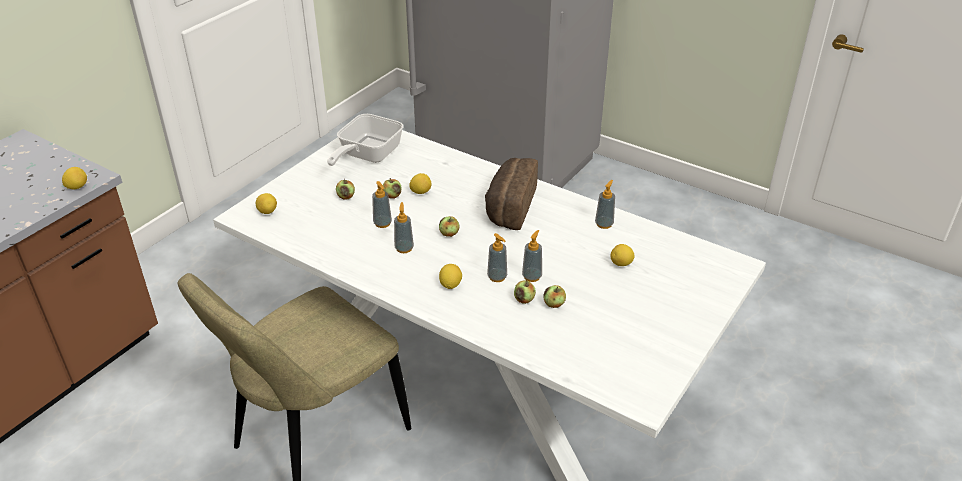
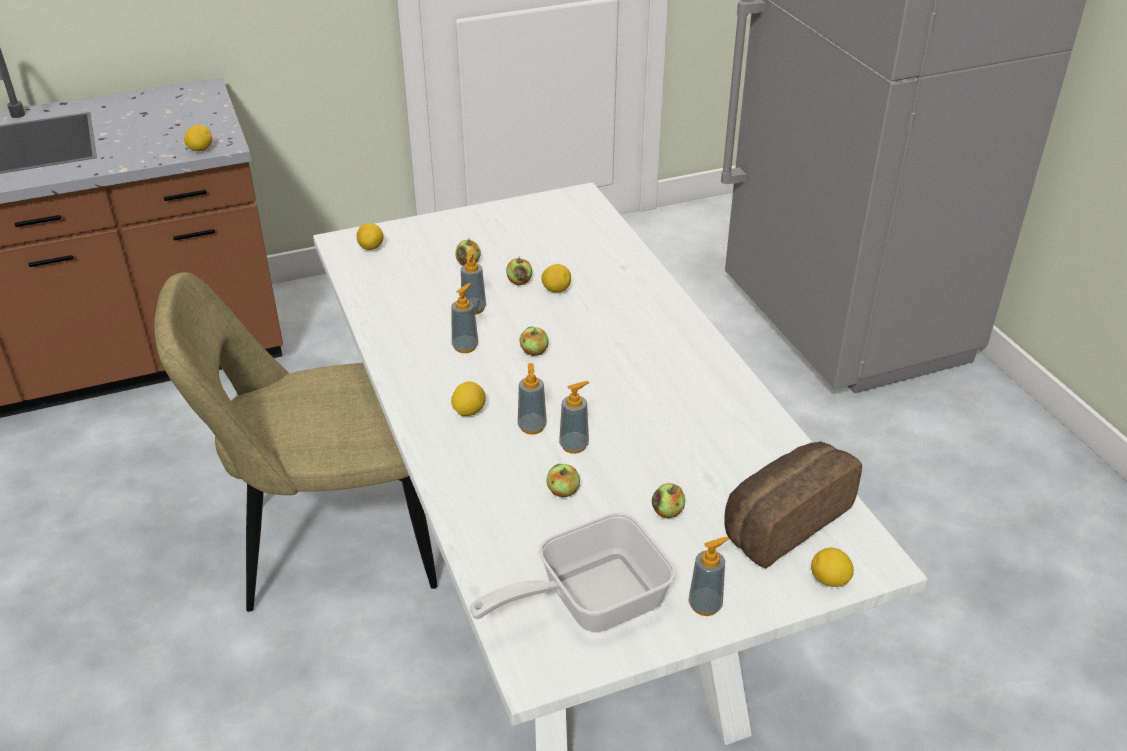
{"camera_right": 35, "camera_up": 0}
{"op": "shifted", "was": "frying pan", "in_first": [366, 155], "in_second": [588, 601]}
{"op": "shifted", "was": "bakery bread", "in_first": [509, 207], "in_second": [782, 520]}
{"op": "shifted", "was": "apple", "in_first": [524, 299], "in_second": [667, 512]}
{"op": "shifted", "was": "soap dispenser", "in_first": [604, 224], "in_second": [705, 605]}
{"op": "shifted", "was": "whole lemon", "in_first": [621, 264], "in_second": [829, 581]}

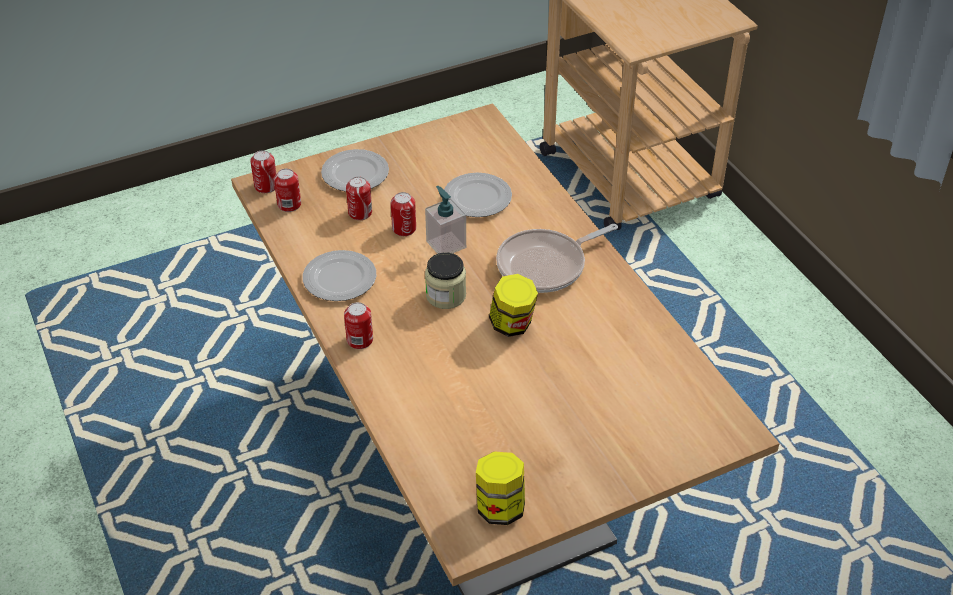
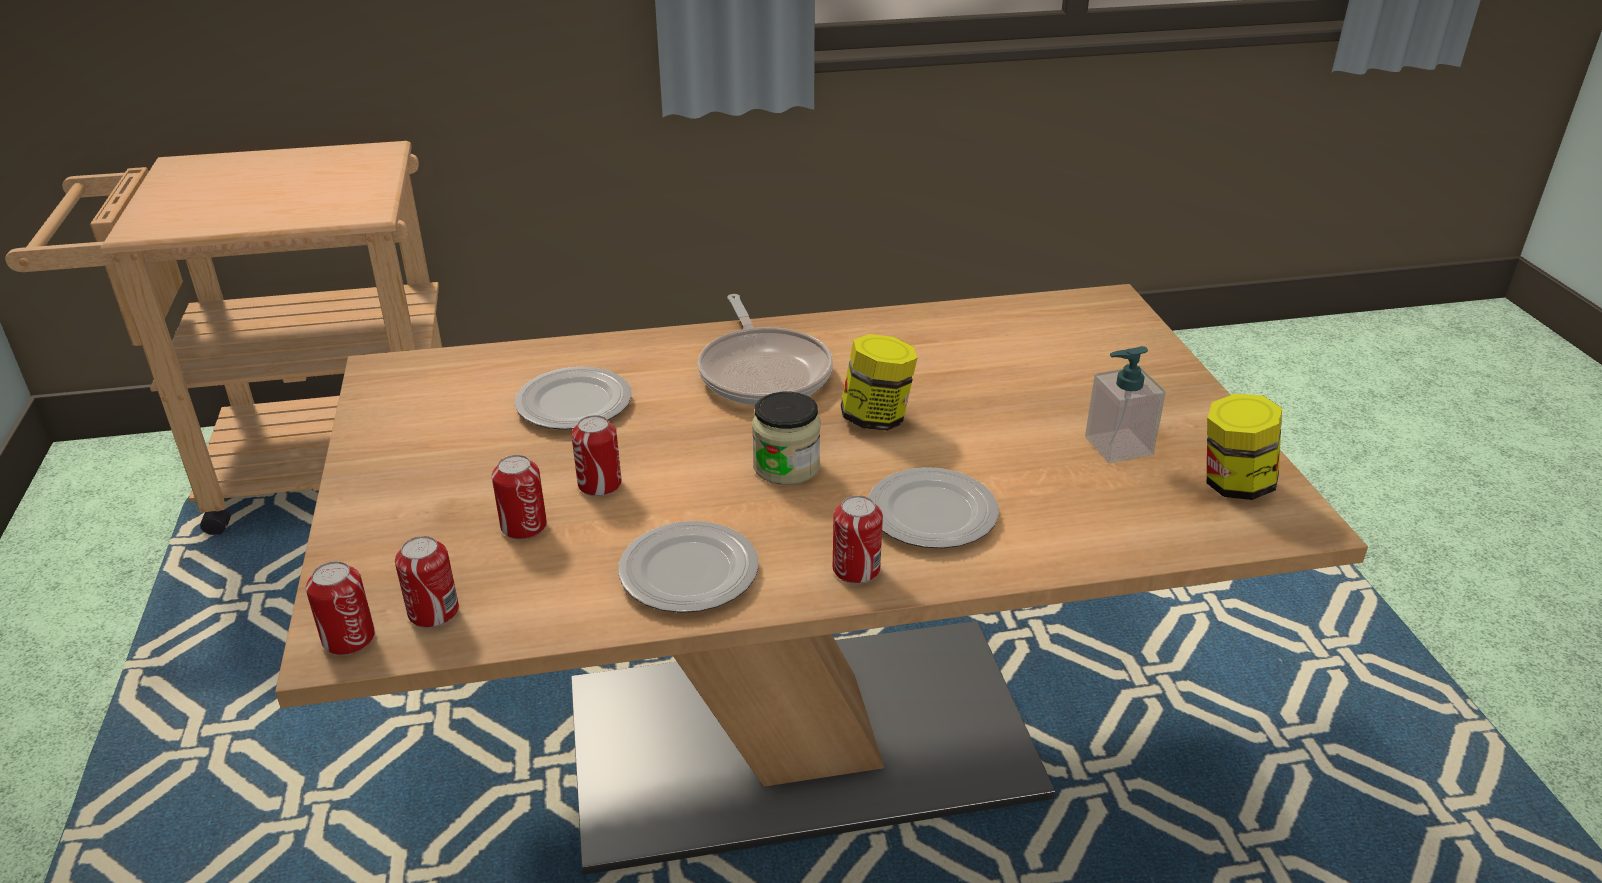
{"camera_right": -75, "camera_up": -10}
{"op": "shifted", "was": "dinner plate", "in_first": [354, 174], "in_second": [931, 515]}
{"op": "shifted", "was": "soap dispenser", "in_first": [446, 244], "in_second": [1118, 446]}

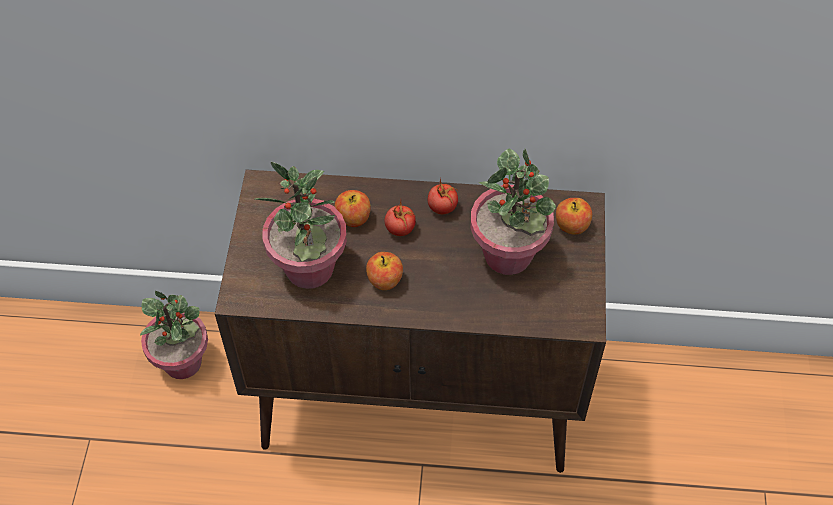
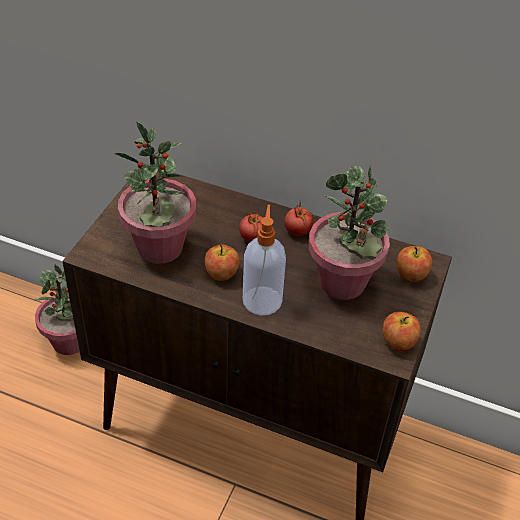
{"camera_right": 15, "camera_up": -10}
{"op": "new", "now": "soap dispenser", "in_second": [262, 299]}
{"op": "shifted", "was": "apple", "in_first": [353, 218], "in_second": [398, 342]}

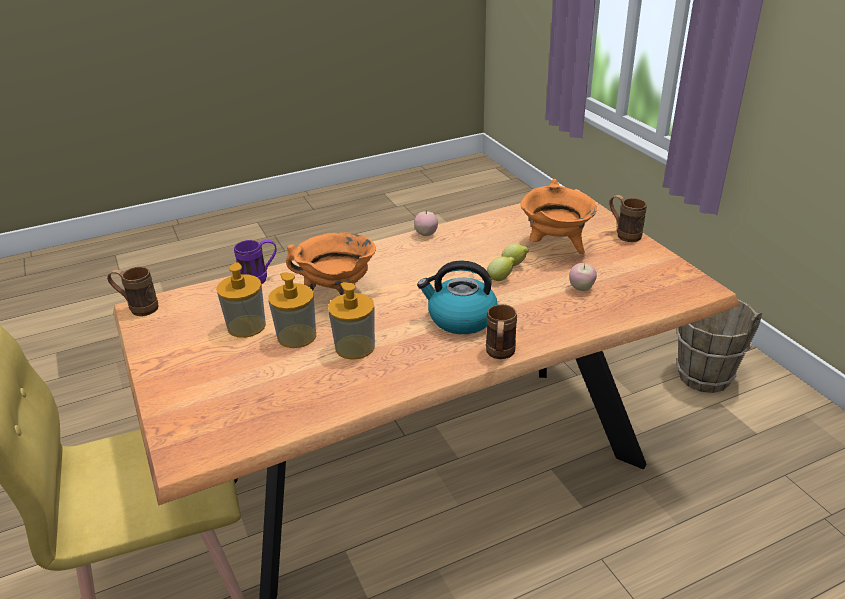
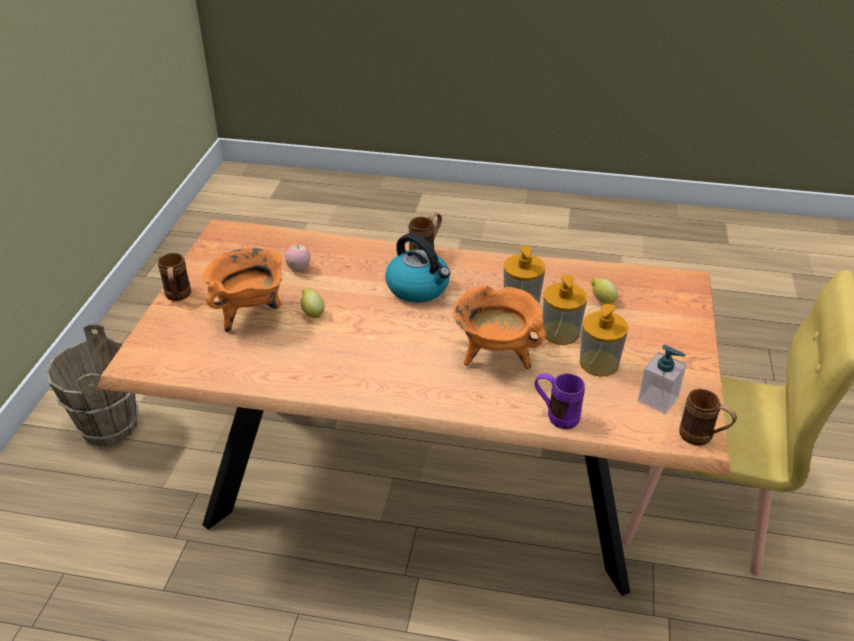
{"camera_right": -145, "camera_up": 5}
{"op": "gone", "was": "apple", "in_first": [426, 234]}
{"op": "new", "now": "soap dispenser", "in_second": [658, 399]}
{"op": "shifted", "was": "whole lemon", "in_first": [500, 278], "in_second": [602, 300]}

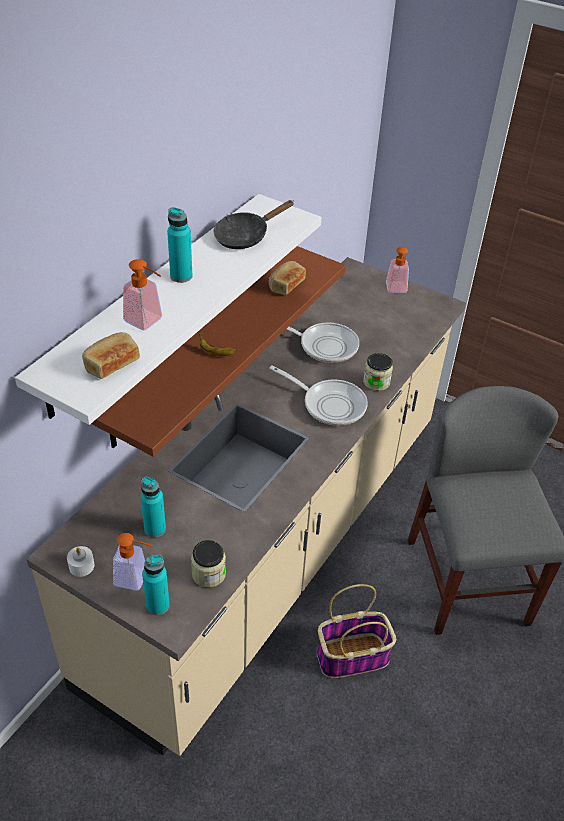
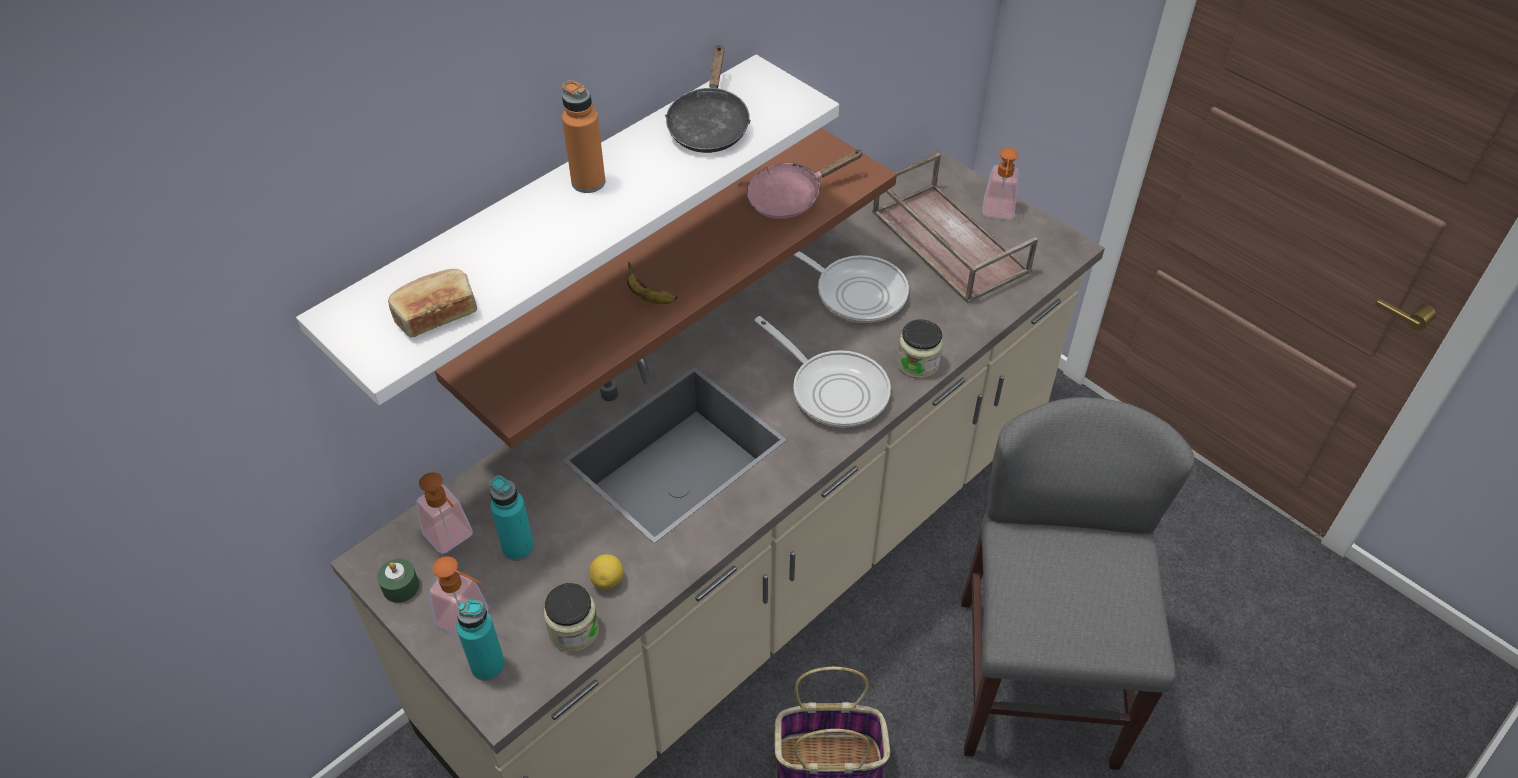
{"camera_right": 15, "camera_up": 5}
{"op": "new", "now": "whole lemon", "in_second": [608, 580]}
{"op": "new", "now": "brown-coloured tray", "in_second": [947, 241]}
{"op": "shifted", "was": "soap dispenser", "in_first": [148, 322], "in_second": [453, 539]}
{"op": "swapped", "was": "bakery bread", "now": "pink frying pan", "in_first": [285, 285], "in_second": [791, 197]}
{"op": "repainted", "was": "whitish candle", "now": "green candle", "in_first": [81, 566], "in_second": [400, 587]}
{"op": "repainted", "was": "turquoise bottle", "now": "orangey bottle", "in_first": [181, 276], "in_second": [588, 182]}
{"op": "rotated", "was": "blackish frying pan", "in_first": [245, 236], "in_second": [709, 125], "clockwise": -60}

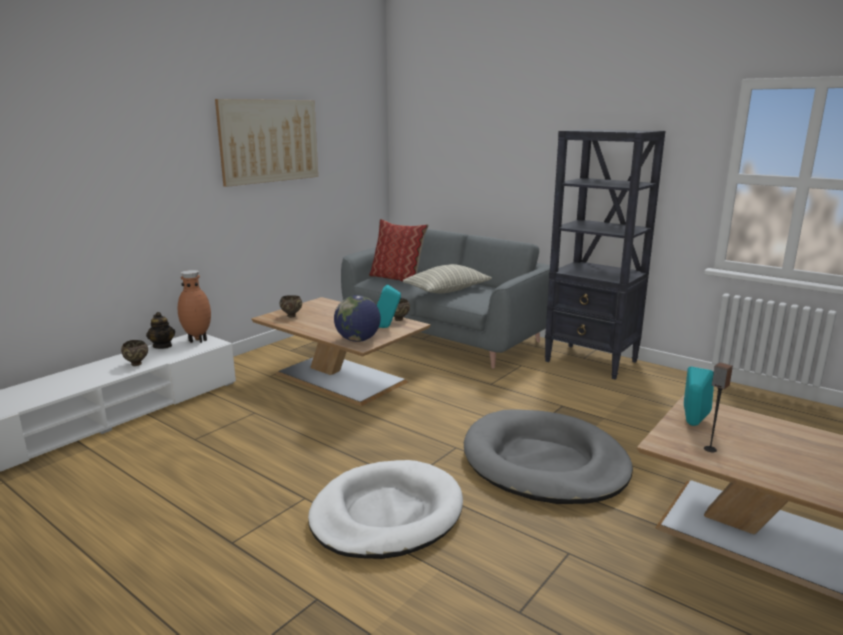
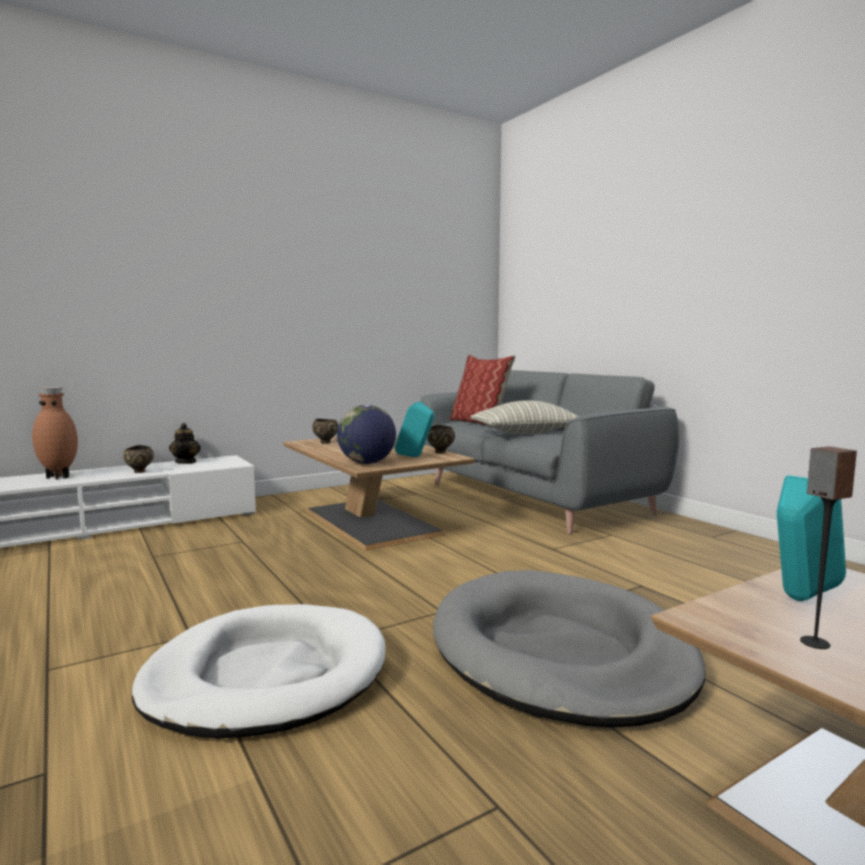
{"camera_right": 20, "camera_up": -10}
{"op": "gone", "was": "picture", "in_first": [269, 141]}
{"op": "gone", "was": "blackish bookshelf", "in_first": [591, 361]}
{"op": "shifted", "was": "brown-coloured vase", "in_first": [198, 340], "in_second": [59, 477]}

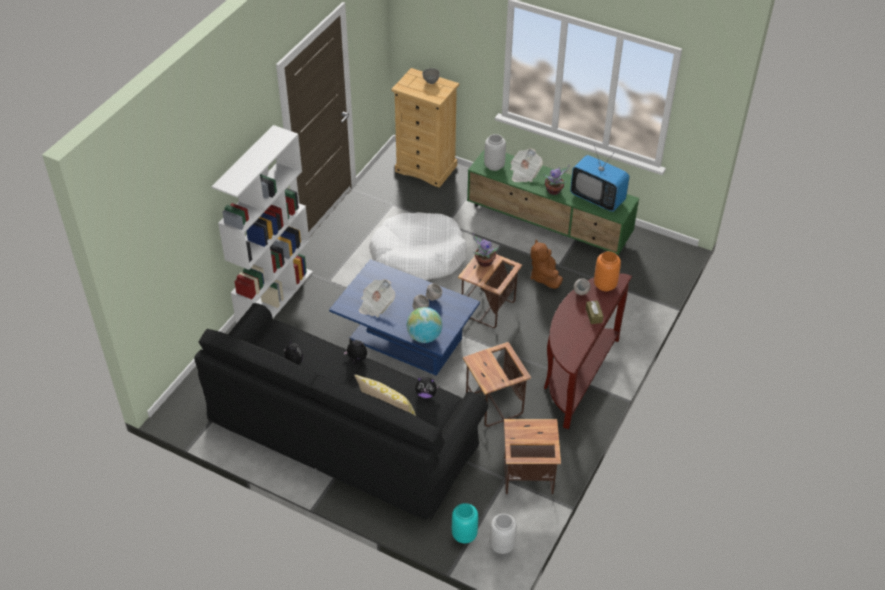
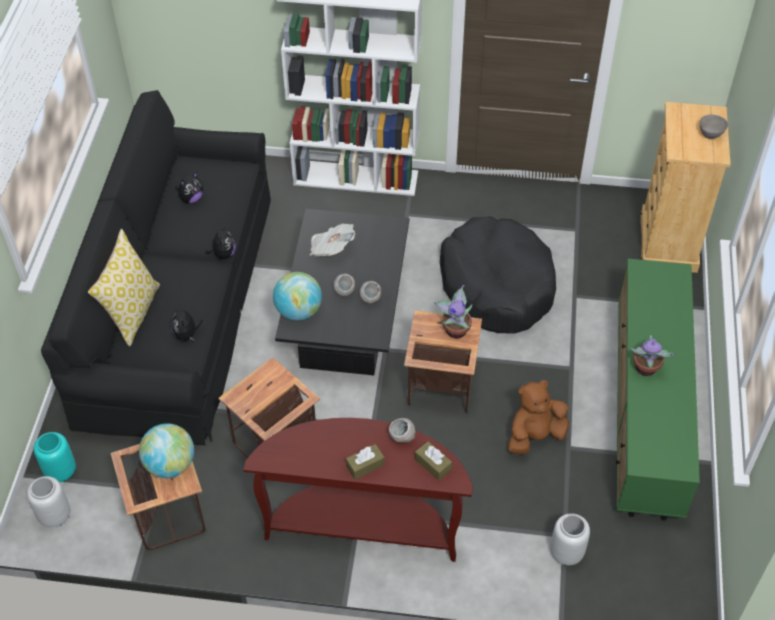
{"camera_right": 70, "camera_up": 5}
{"op": "gone", "was": "daily paper", "in_first": [524, 173]}
{"op": "gone", "was": "TV set", "in_first": [597, 198]}
{"op": "new", "now": "world globe", "in_second": [170, 465]}
{"op": "shifted", "was": "greyish vase", "in_first": [494, 166], "in_second": [566, 553]}
{"op": "swapped", "was": "orangey vase", "now": "brown-coloured tissue box", "in_first": [605, 285], "in_second": [433, 464]}
{"op": "repainted", "was": "blue coffee table", "now": "blackish coffee table", "in_first": [405, 339], "in_second": [347, 318]}
{"op": "repainted", "was": "whitish pet bed", "now": "blackish pet bed", "in_first": [418, 256], "in_second": [497, 285]}

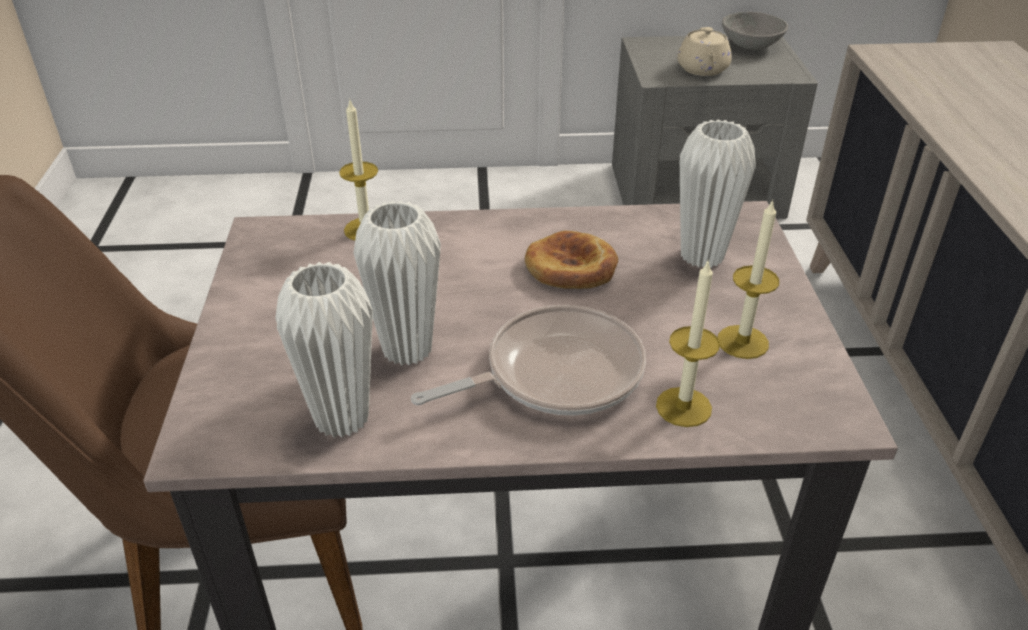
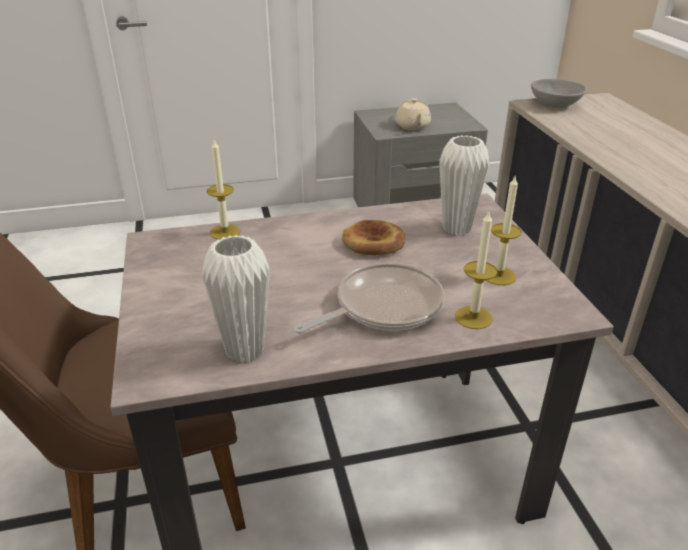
{"camera_right": -10, "camera_up": -5}
{"op": "gone", "was": "whitish vase", "in_first": [407, 349]}
{"op": "shifted", "was": "greyish bowl", "in_first": [751, 45], "in_second": [555, 104]}

